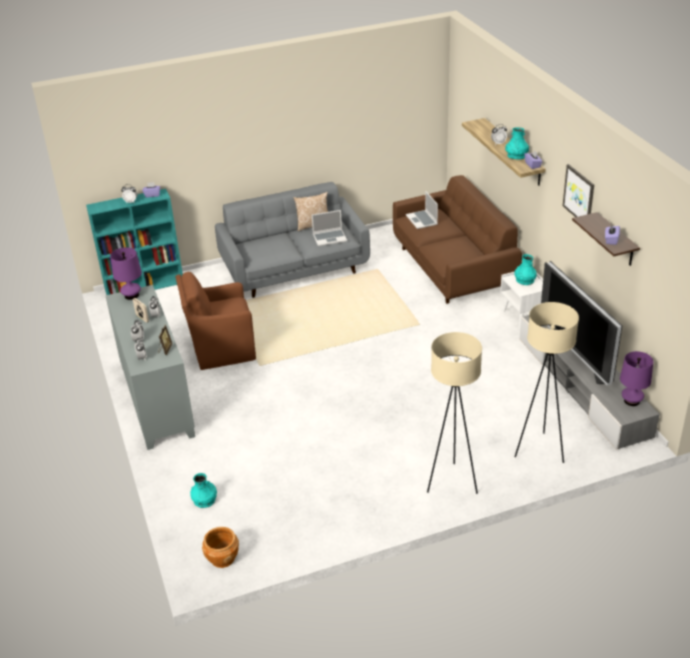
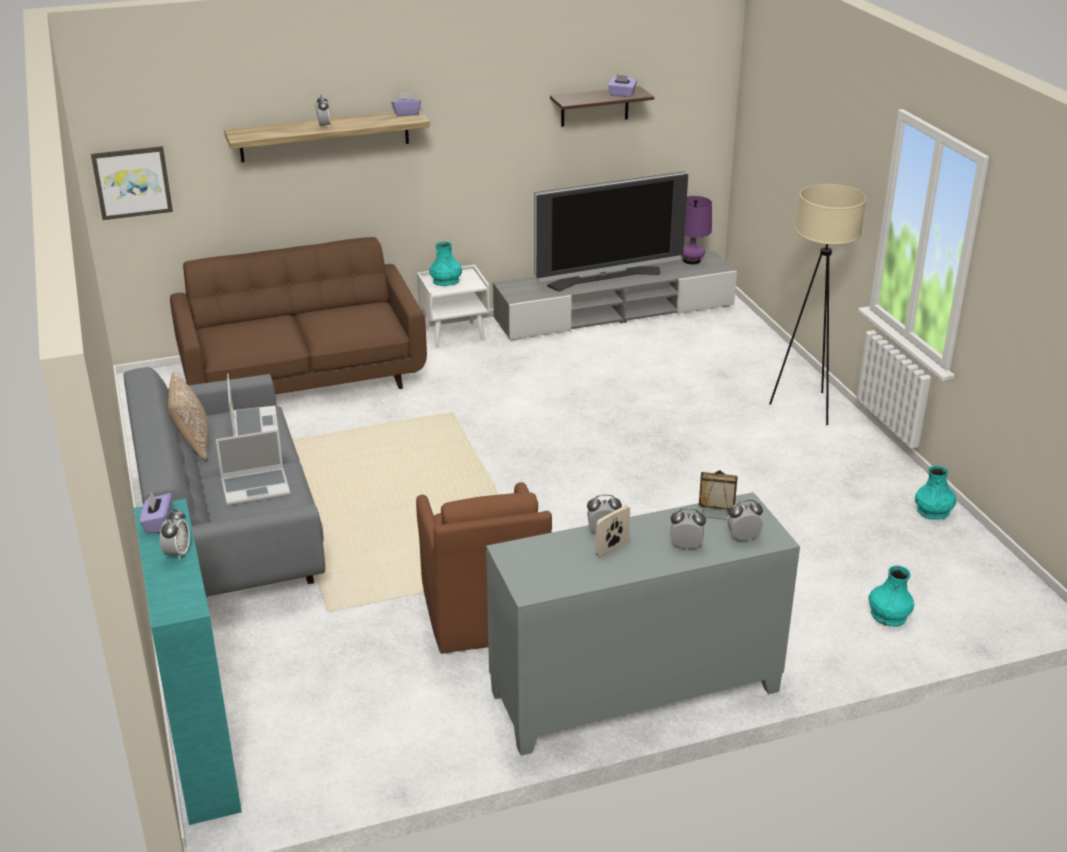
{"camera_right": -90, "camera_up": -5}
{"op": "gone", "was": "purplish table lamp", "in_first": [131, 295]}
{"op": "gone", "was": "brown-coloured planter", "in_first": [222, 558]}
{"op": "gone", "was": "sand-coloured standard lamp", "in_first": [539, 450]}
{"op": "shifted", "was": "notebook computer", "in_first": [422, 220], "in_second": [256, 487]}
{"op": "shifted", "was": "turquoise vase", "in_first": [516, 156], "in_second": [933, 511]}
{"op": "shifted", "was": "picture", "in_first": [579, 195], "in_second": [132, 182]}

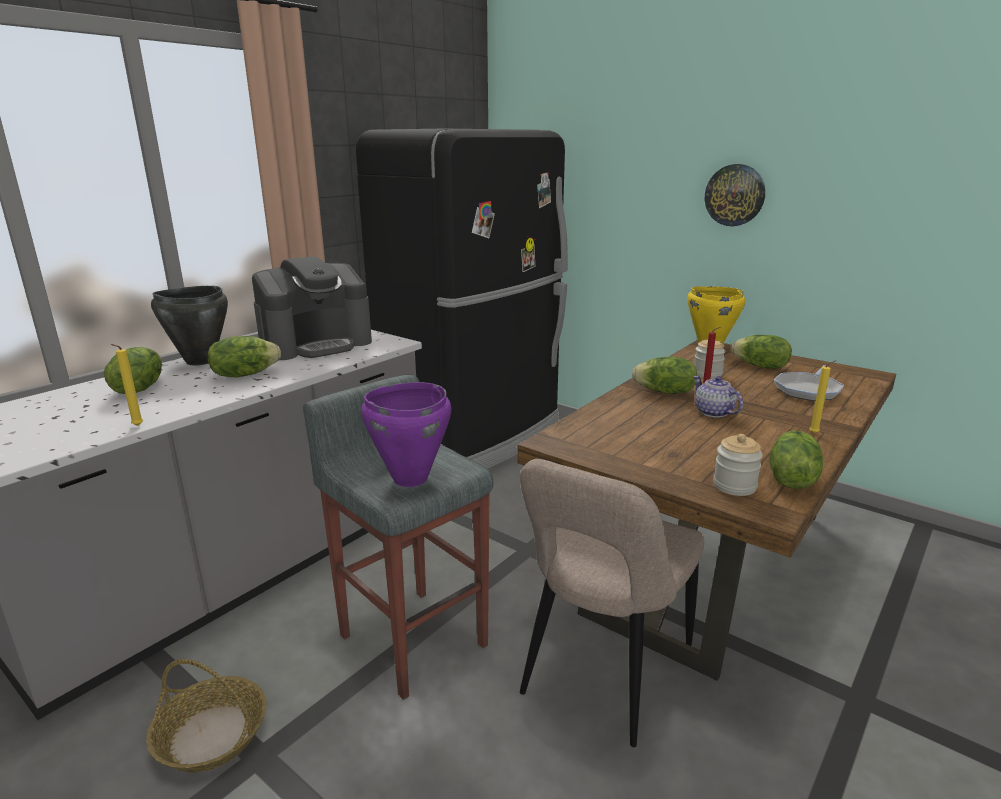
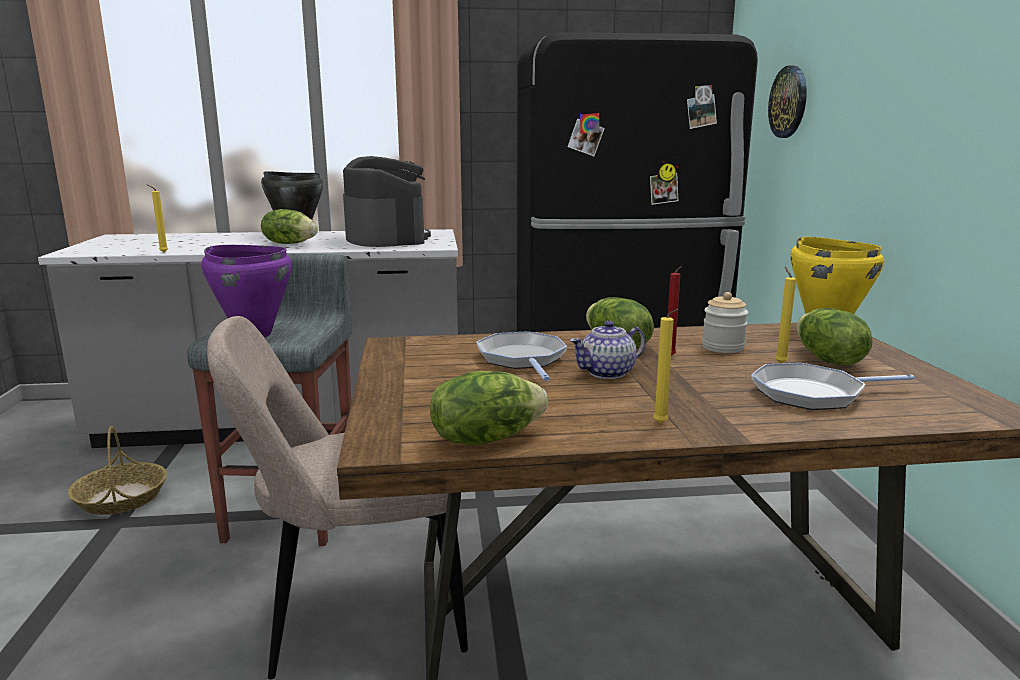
{"camera_right": 45, "camera_up": -5}
{"op": "gone", "was": "lettuce", "in_first": [139, 388]}
{"op": "gone", "was": "storage jar", "in_first": [734, 486]}
{"op": "new", "now": "frying pan", "in_second": [522, 359]}
{"op": "new", "now": "yellow candle", "in_second": [779, 363]}
{"op": "shifted", "was": "hanging clock", "in_first": [735, 195], "in_second": [789, 102]}
{"op": "rotated", "was": "coffee machine", "in_first": [316, 344], "in_second": [386, 238], "clockwise": -120}
{"op": "rotated", "was": "tea pot", "in_first": [713, 412], "in_second": [608, 373], "clockwise": -135}

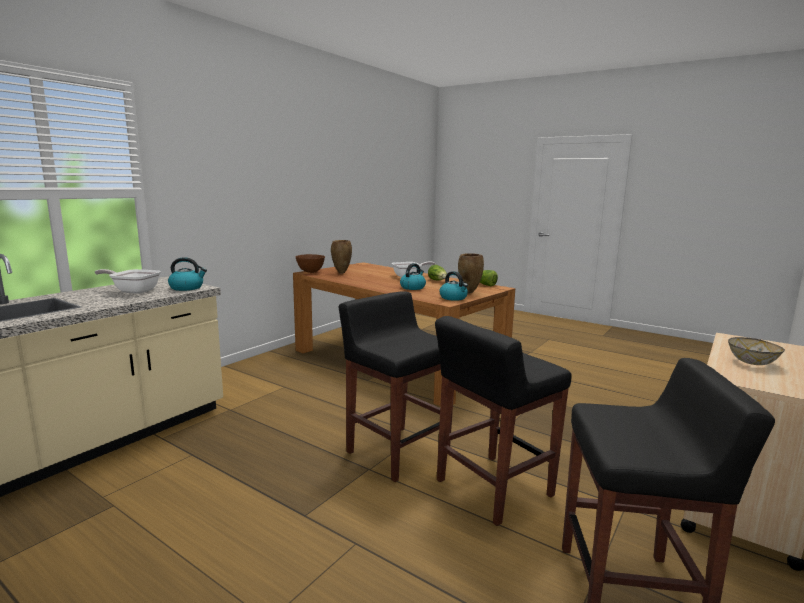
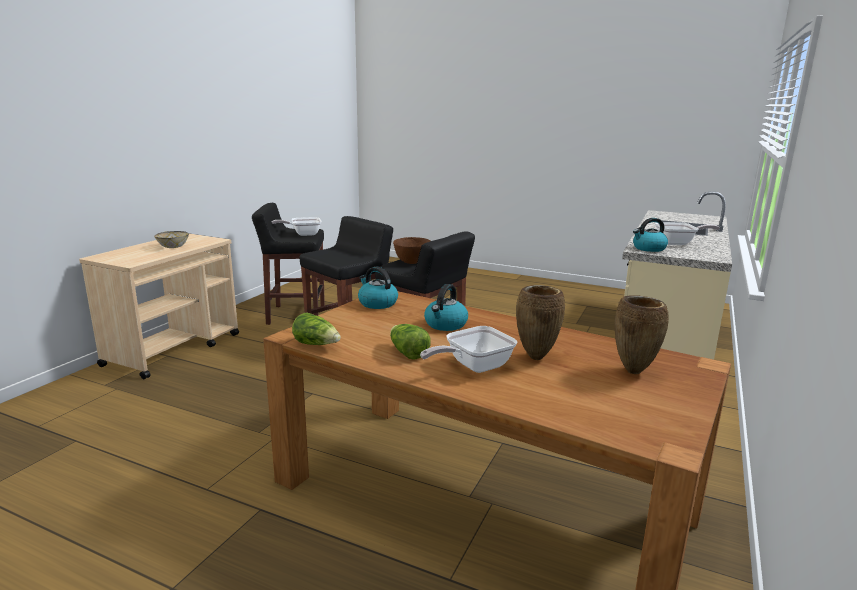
{"camera_right": 170, "camera_up": 5}
{"op": "new", "now": "frying pan", "in_second": [303, 234]}
{"op": "shifted", "was": "brown-coloured bowl", "in_first": [311, 272], "in_second": [412, 262]}
{"op": "shifted", "was": "brown-coloured vase", "in_first": [469, 293], "in_second": [536, 357]}

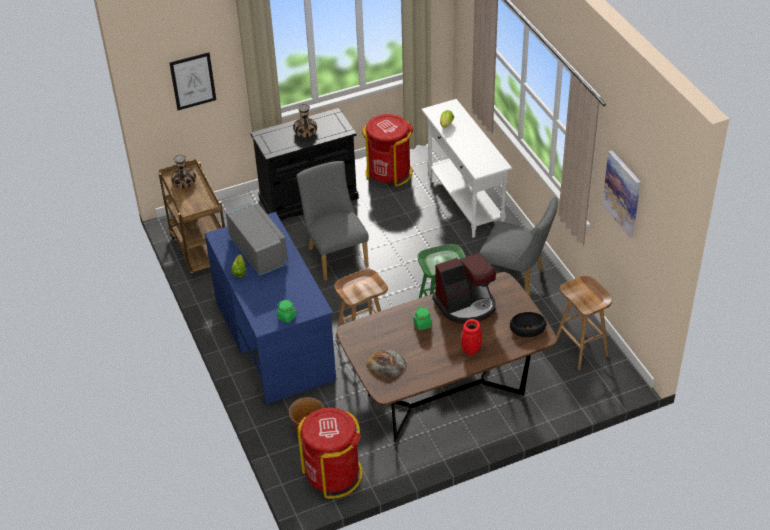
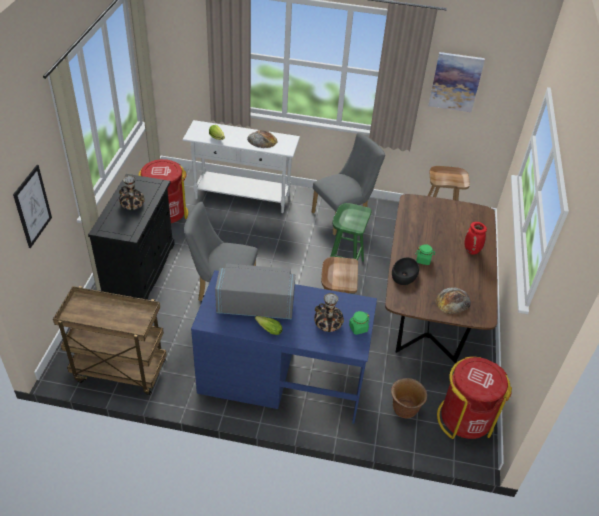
{"camera_right": -60, "camera_up": 0}
{"op": "gone", "was": "coffee machine", "in_first": [466, 305]}
{"op": "new", "now": "bakery bread", "in_second": [262, 140]}
{"op": "shifted", "was": "vase", "in_first": [184, 183], "in_second": [328, 324]}
{"op": "shifted", "was": "blackish bowl", "in_first": [527, 328], "in_second": [404, 274]}

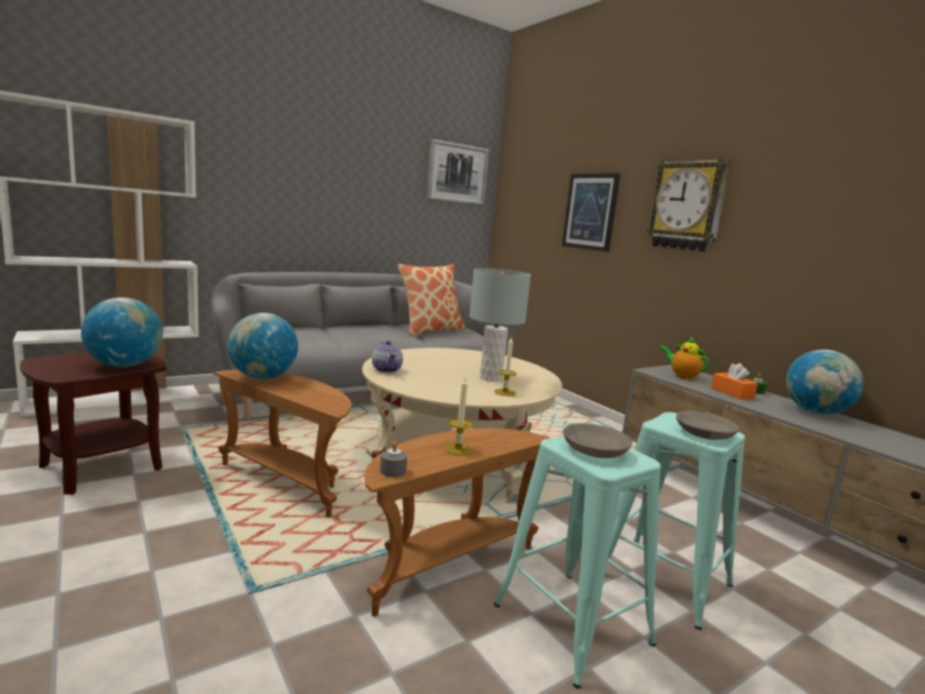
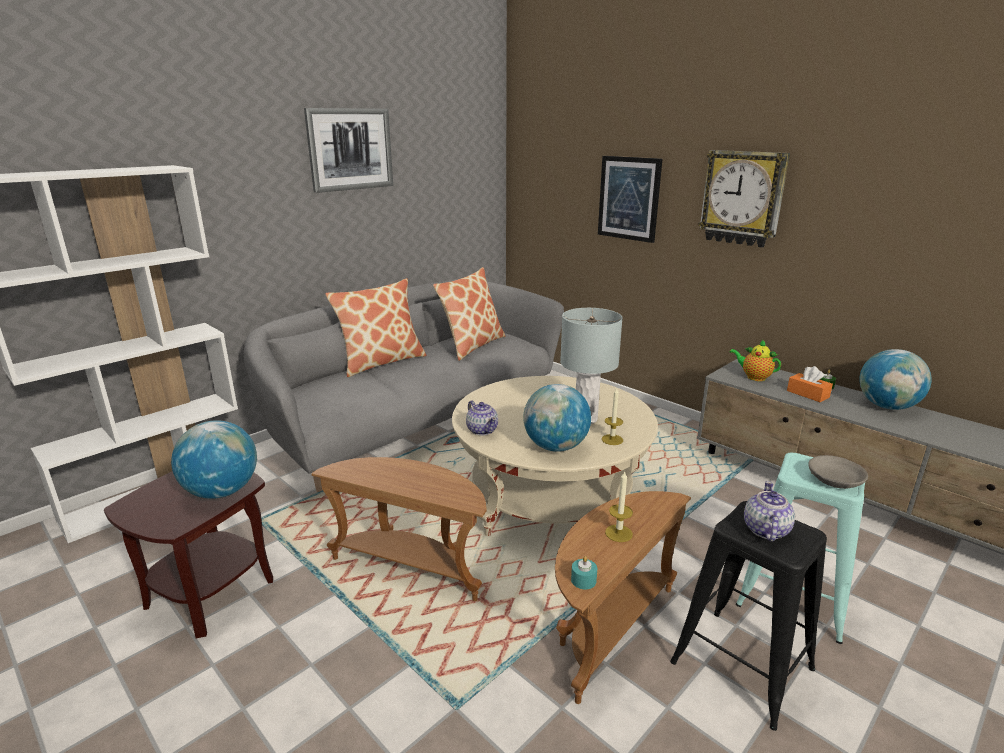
{"camera_right": -10, "camera_up": 10}
{"op": "new", "now": "throw pillow", "in_second": [381, 362]}
{"op": "shifted", "was": "world globe", "in_first": [263, 377], "in_second": [555, 447]}
{"op": "shifted", "was": "picture", "in_first": [457, 174], "in_second": [350, 149]}
{"op": "swapped", "was": "greyish bowl", "now": "tea pot", "in_first": [593, 450], "in_second": [765, 530]}
{"op": "repainted", "was": "greyish candle", "now": "turquoise candle", "in_first": [393, 471], "in_second": [583, 580]}
{"op": "repainted", "was": "turquoise sitting stool", "now": "blackish sitting stool", "in_first": [572, 624], "in_second": [742, 666]}

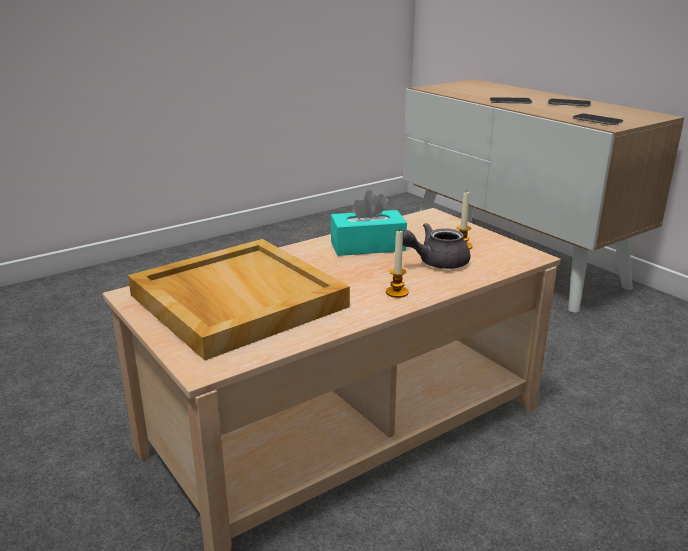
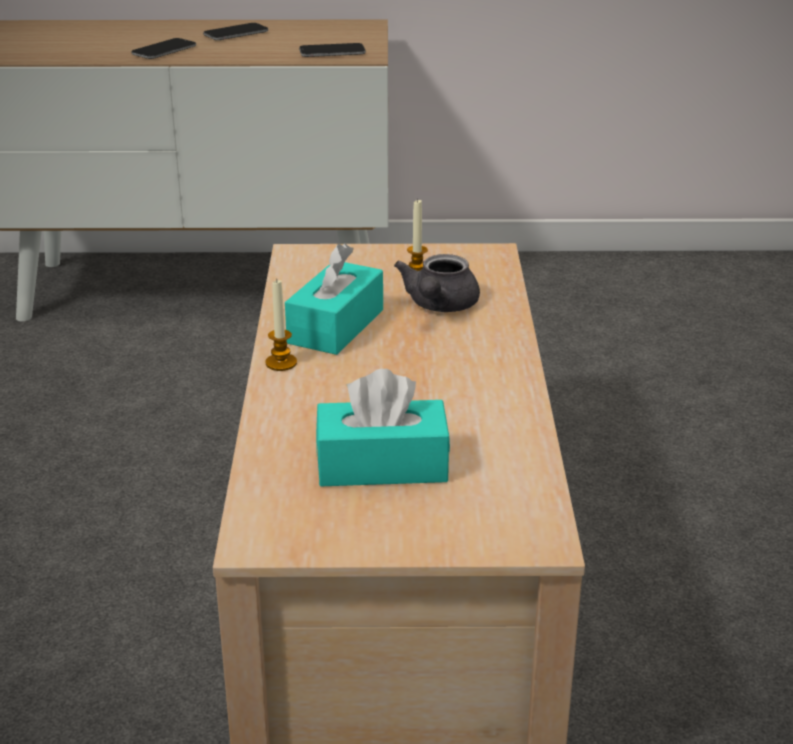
{"camera_right": -55, "camera_up": 5}
{"op": "shifted", "was": "candle", "in_first": [397, 292], "in_second": [281, 363]}
{"op": "swapped", "was": "sand-coloured tray", "now": "turquoise tissue box", "in_first": [236, 301], "in_second": [382, 465]}

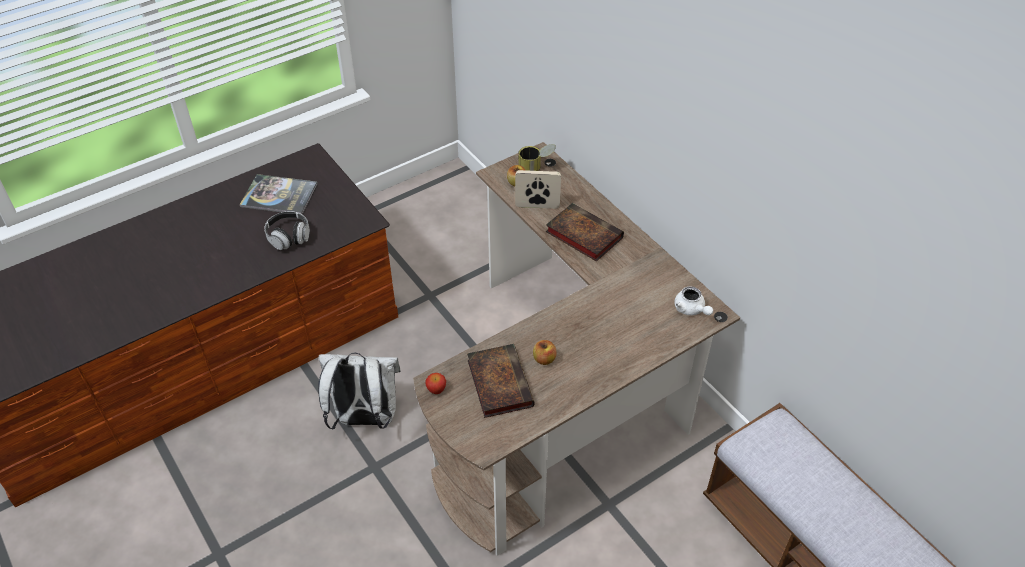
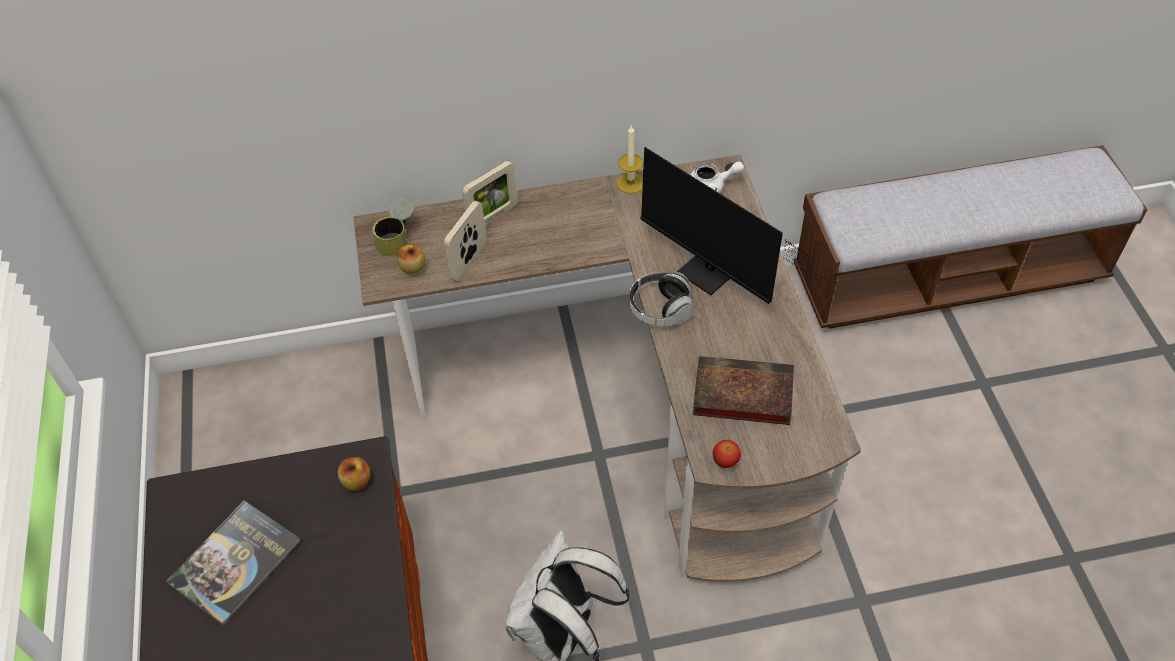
{"camera_right": -65, "camera_up": 5}
{"op": "gone", "was": "volume", "in_first": [582, 234]}
{"op": "new", "now": "photo frame", "in_second": [493, 217]}
{"op": "new", "now": "candle", "in_second": [630, 183]}
{"op": "new", "now": "computer screen", "in_second": [713, 277]}
{"op": "shifted", "was": "headset", "in_first": [289, 237], "in_second": [660, 308]}
{"op": "shifted", "was": "apple", "in_first": [544, 359], "in_second": [357, 481]}

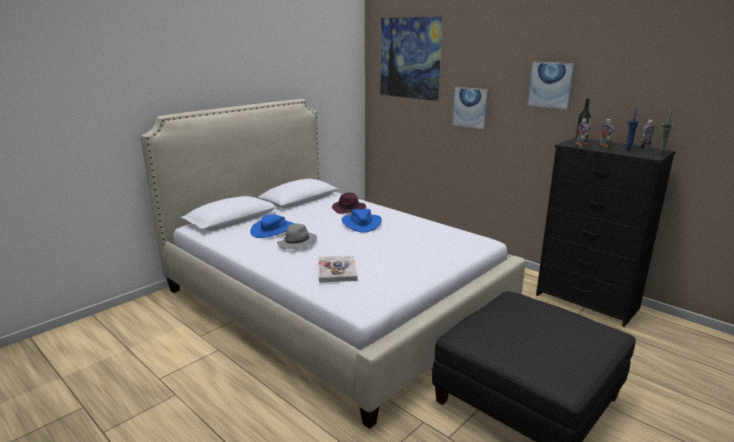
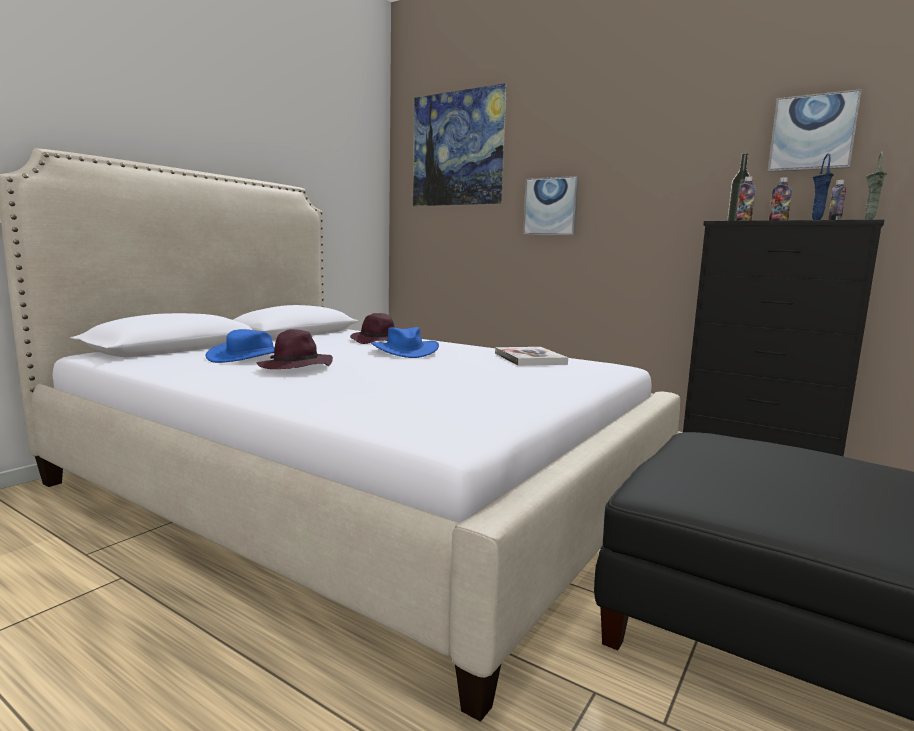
{"camera_right": -10, "camera_up": -10}
{"op": "shifted", "was": "volume", "in_first": [337, 270], "in_second": [529, 359]}
{"op": "shifted", "was": "picture", "in_first": [550, 85], "in_second": [812, 132]}
{"op": "repainted", "was": "greyish hat", "now": "purplish hat", "in_first": [297, 244], "in_second": [296, 367]}

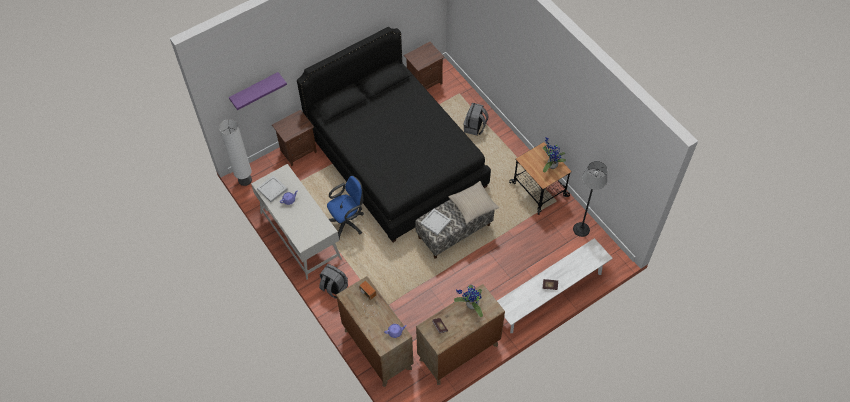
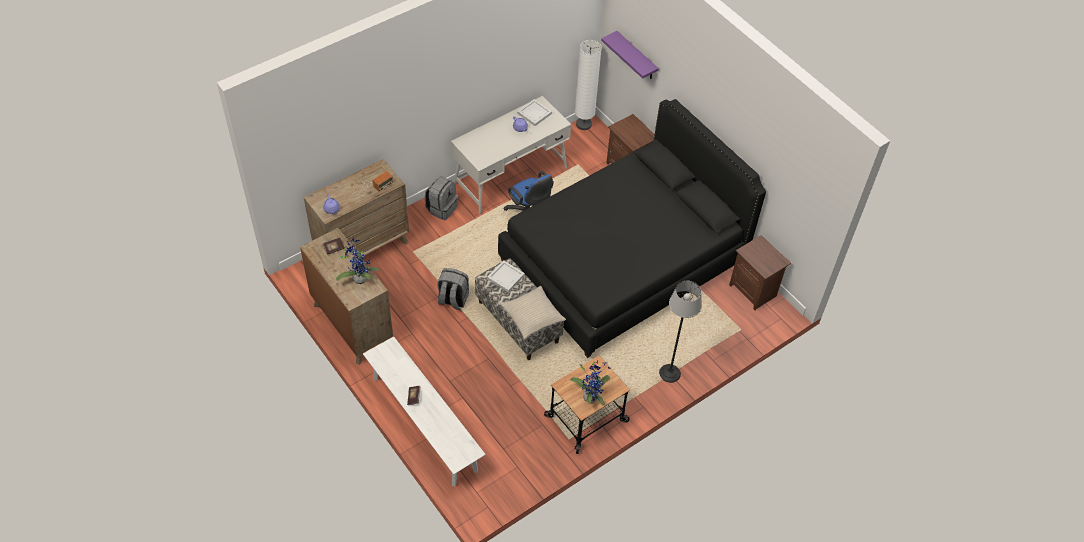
{"camera_right": 85, "camera_up": -5}
{"op": "shifted", "was": "greyish backpack", "in_first": [475, 127], "in_second": [452, 300]}
{"op": "shifted", "was": "standard lamp", "in_first": [581, 229], "in_second": [670, 373]}

